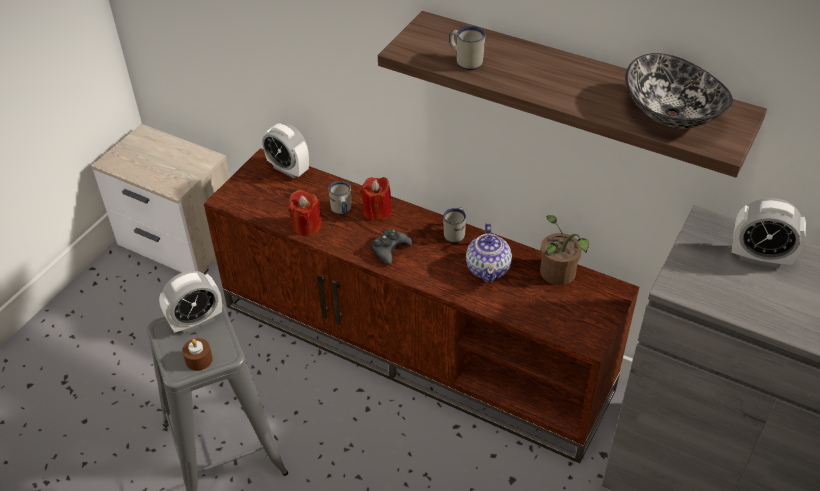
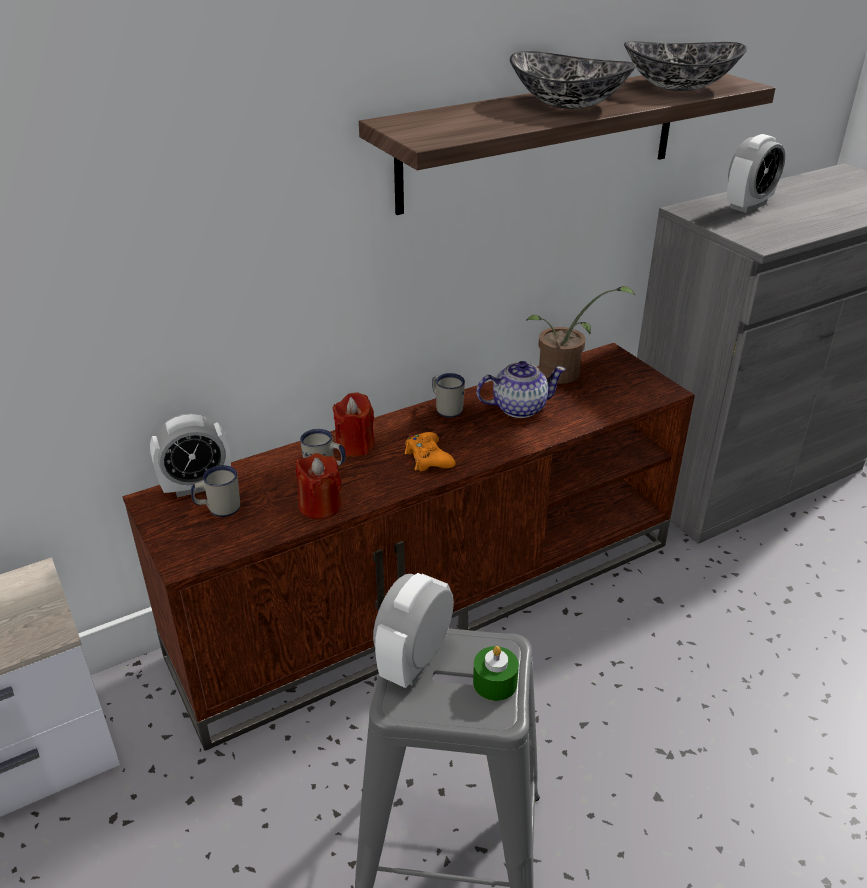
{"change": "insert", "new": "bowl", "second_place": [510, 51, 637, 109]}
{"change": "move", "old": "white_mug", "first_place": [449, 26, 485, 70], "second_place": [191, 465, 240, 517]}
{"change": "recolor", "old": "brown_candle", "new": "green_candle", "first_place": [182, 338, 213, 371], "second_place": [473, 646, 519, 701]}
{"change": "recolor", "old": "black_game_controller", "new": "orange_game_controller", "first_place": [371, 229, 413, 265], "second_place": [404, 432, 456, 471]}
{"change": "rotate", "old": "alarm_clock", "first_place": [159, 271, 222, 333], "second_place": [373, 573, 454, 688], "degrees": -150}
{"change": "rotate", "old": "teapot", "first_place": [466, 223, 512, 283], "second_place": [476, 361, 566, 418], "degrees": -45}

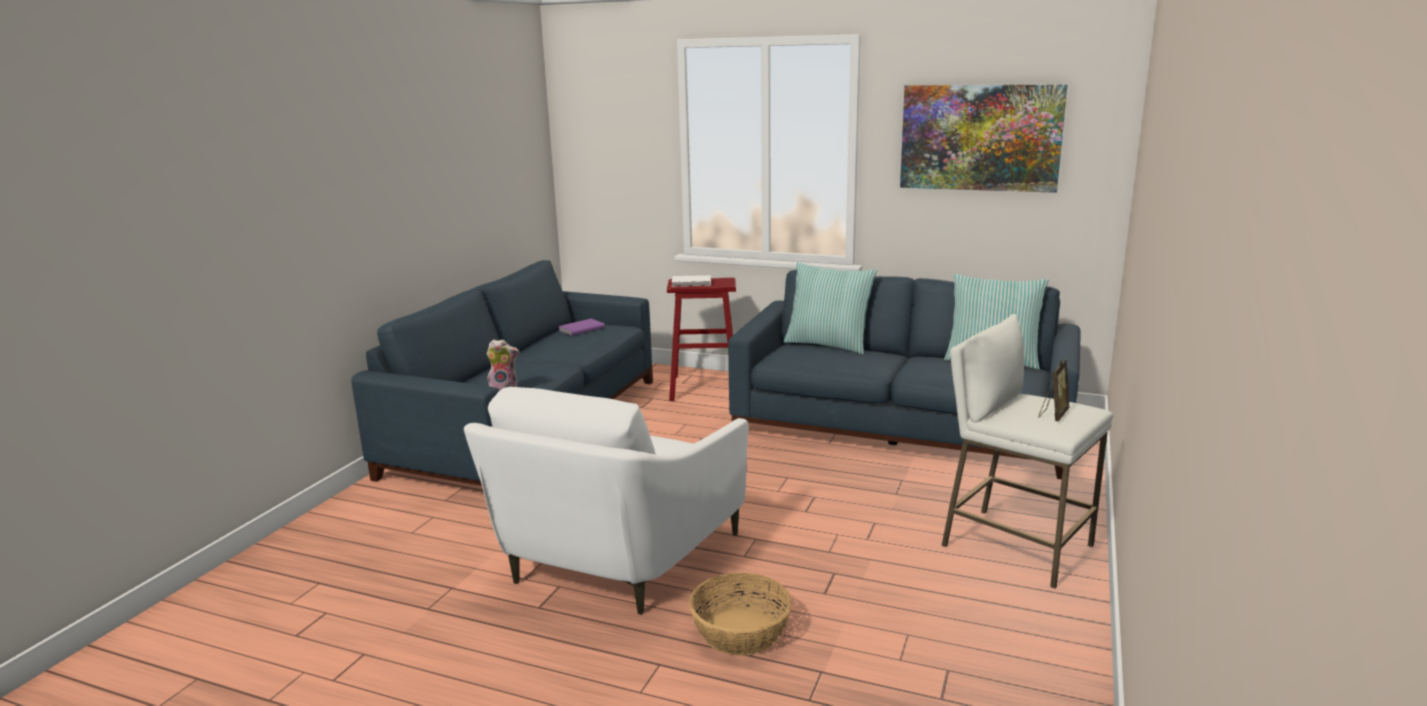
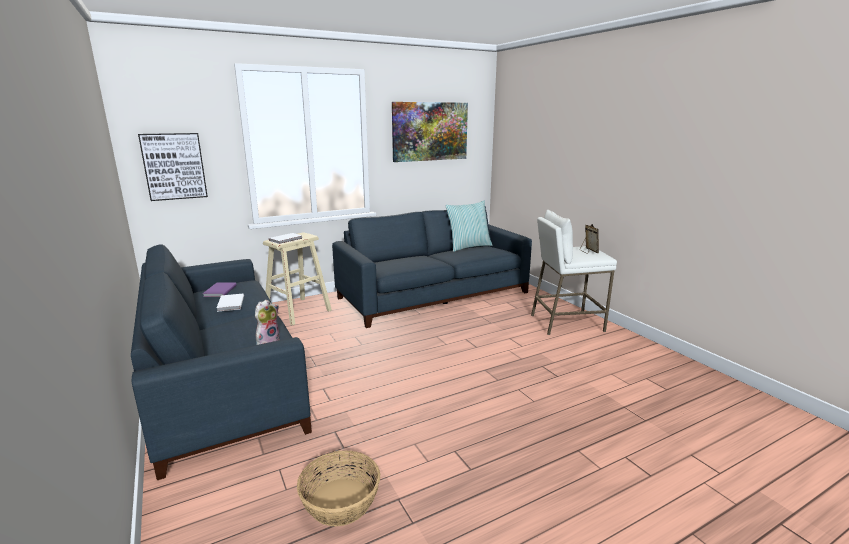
{"change": "delete", "old": "white_armchair", "first_place": [464, 387, 749, 615]}
{"change": "delete", "old": "pillow", "first_place": [784, 262, 877, 354]}
{"change": "insert", "new": "picture", "second_place": [138, 133, 208, 201]}
{"change": "insert", "new": "white_book", "second_place": [217, 294, 244, 312]}
{"change": "move", "old": "basket", "first_place": [689, 573, 792, 655], "second_place": [297, 451, 380, 527]}
{"change": "recolor", "old": "red_stool", "new": "beige_stool", "first_place": [667, 278, 736, 401], "second_place": [263, 233, 332, 326]}

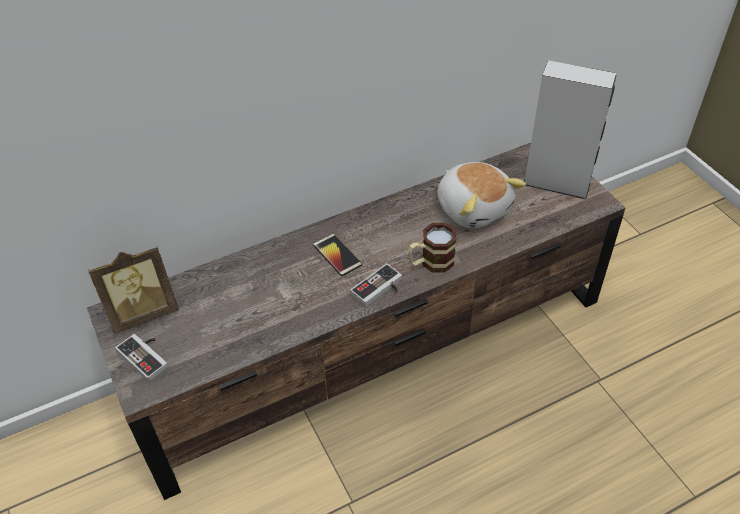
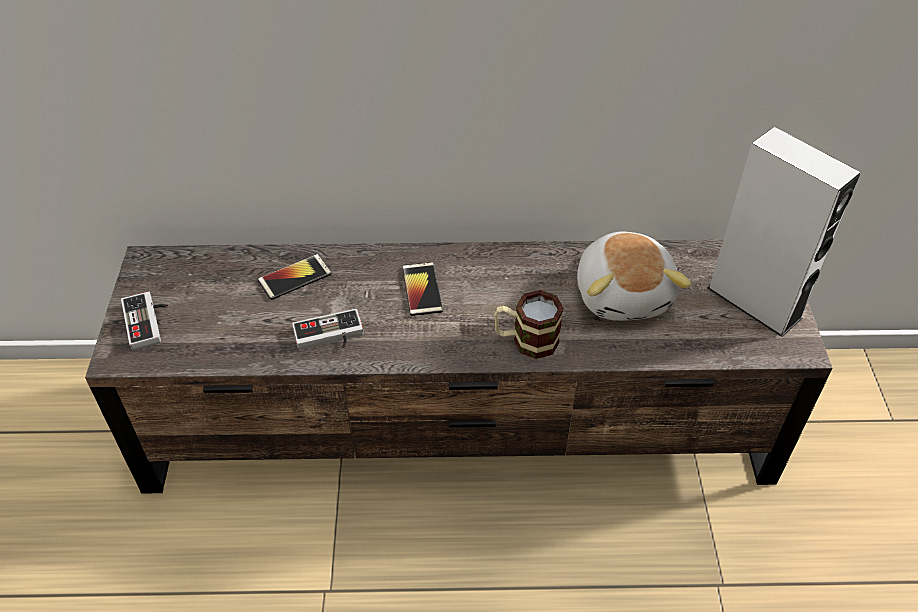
{"change": "delete", "old": "picture_frame", "first_place": [88, 247, 179, 334]}
{"change": "insert", "new": "phone", "second_place": [258, 254, 332, 300]}
{"change": "move", "old": "game_controller", "first_place": [350, 263, 402, 307], "second_place": [292, 309, 363, 350]}

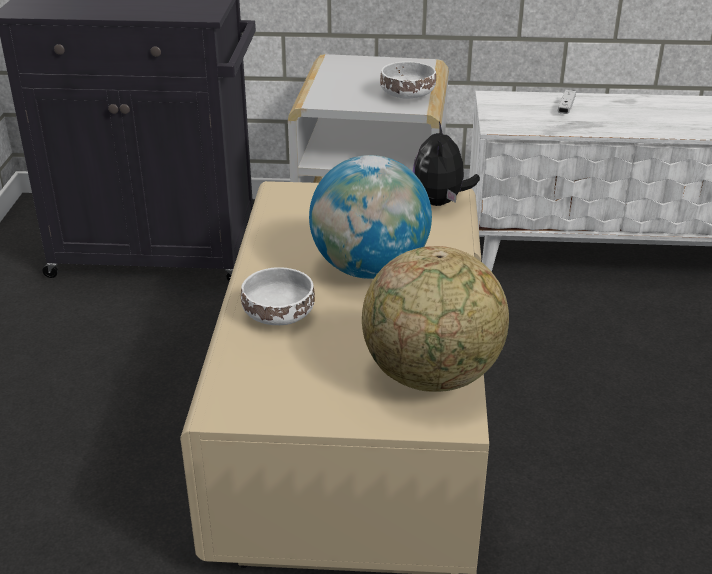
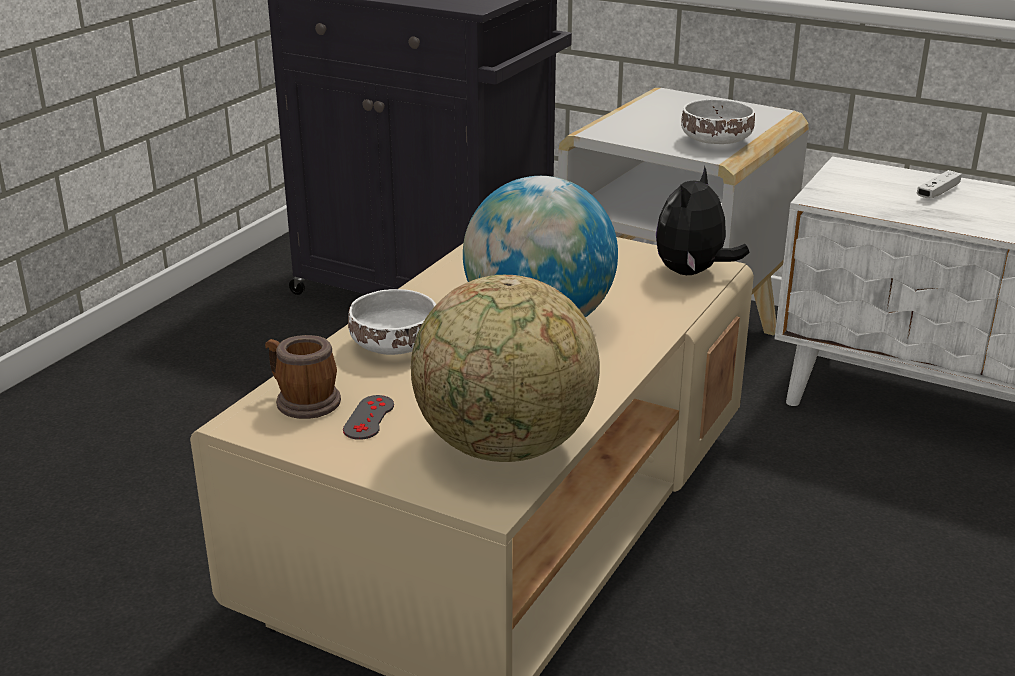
{"change": "insert", "new": "mug", "second_place": [265, 335, 341, 419]}
{"change": "insert", "new": "grey_game_controller", "second_place": [343, 395, 394, 440]}

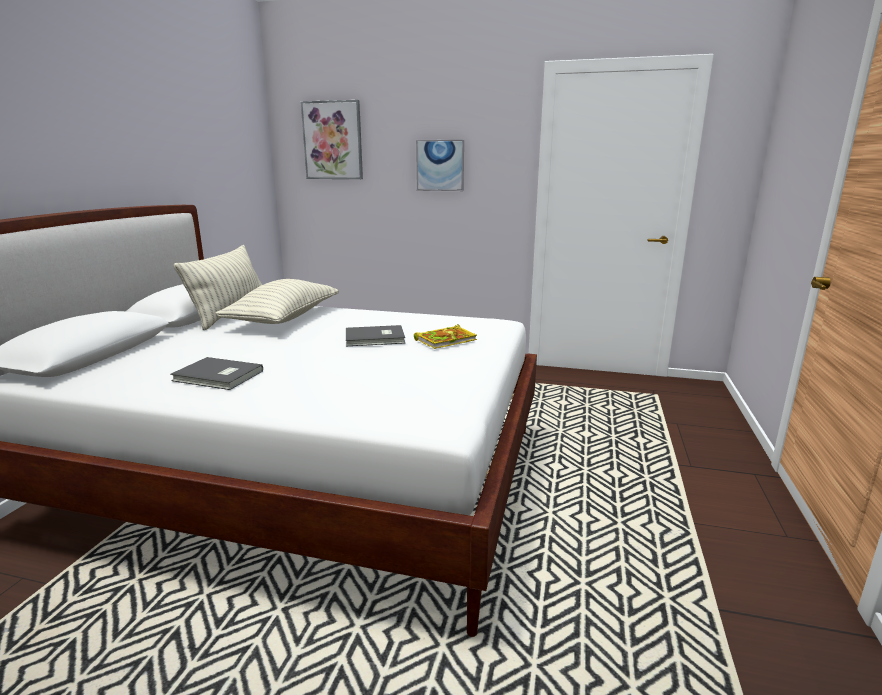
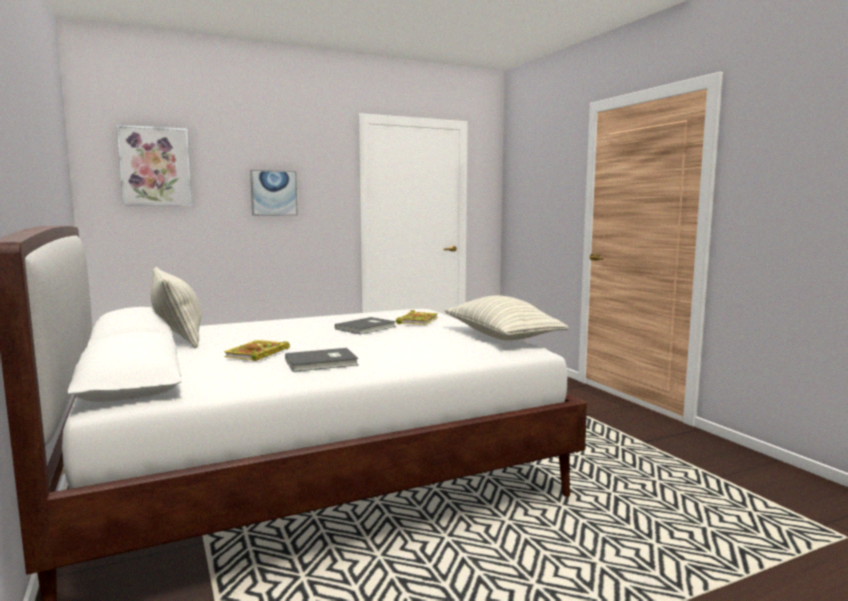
{"change": "insert", "new": "book", "second_place": [224, 340, 290, 361]}
{"change": "move", "old": "pillow", "first_place": [215, 279, 339, 324], "second_place": [444, 296, 569, 340]}

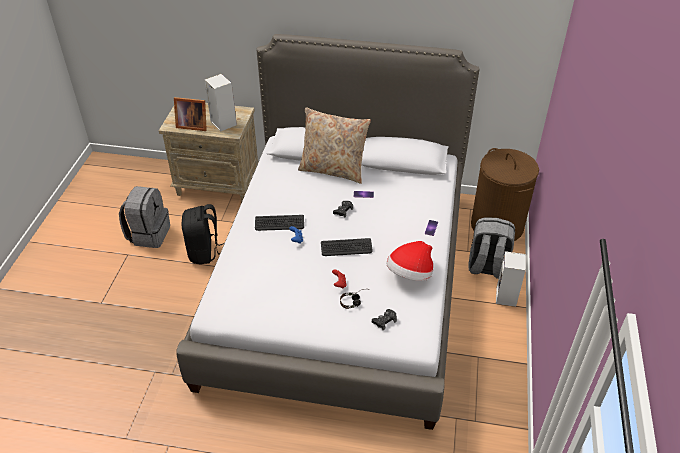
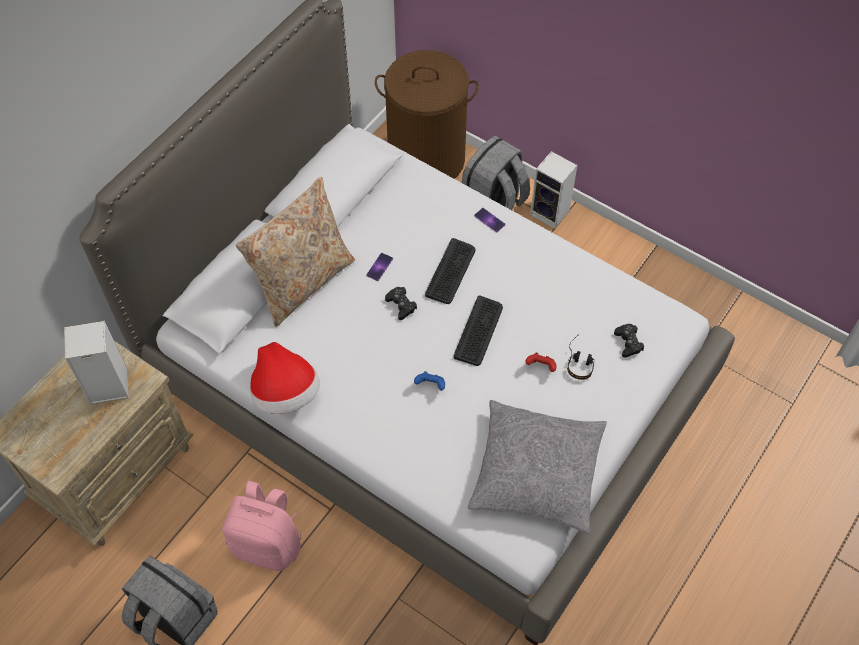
{"change": "delete", "old": "picture_frame", "first_place": [174, 97, 207, 131]}
{"change": "insert", "new": "grey_pillow", "second_place": [468, 400, 607, 534]}
{"change": "move", "old": "keyboard", "first_place": [255, 215, 304, 231], "second_place": [425, 238, 476, 304]}
{"change": "move", "old": "hat", "first_place": [386, 241, 433, 281], "second_place": [250, 342, 320, 414]}
{"change": "recolor", "old": "black_backpack", "new": "pink_backpack", "first_place": [182, 204, 224, 264], "second_place": [222, 481, 301, 571]}

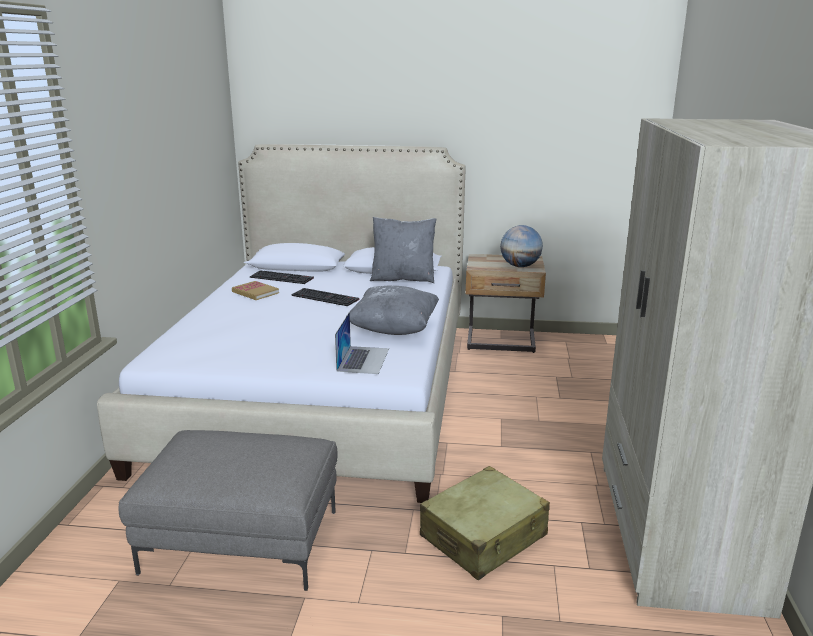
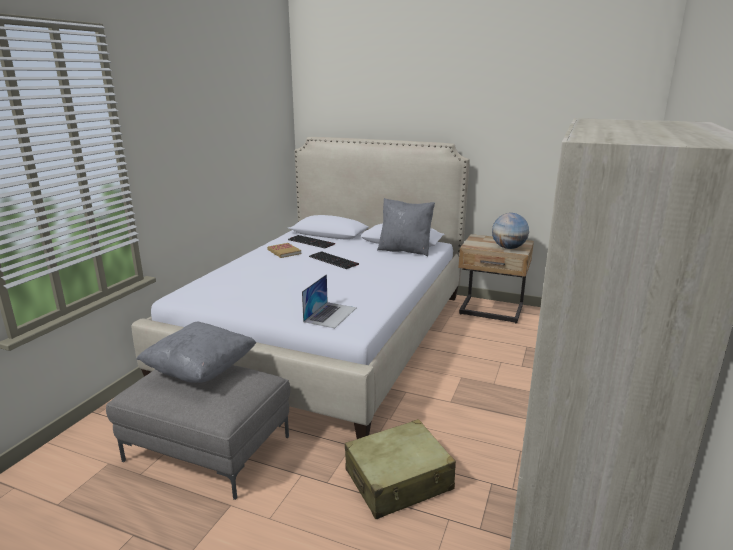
{"change": "move", "old": "grey_pillow", "first_place": [345, 285, 439, 335], "second_place": [136, 322, 256, 383]}

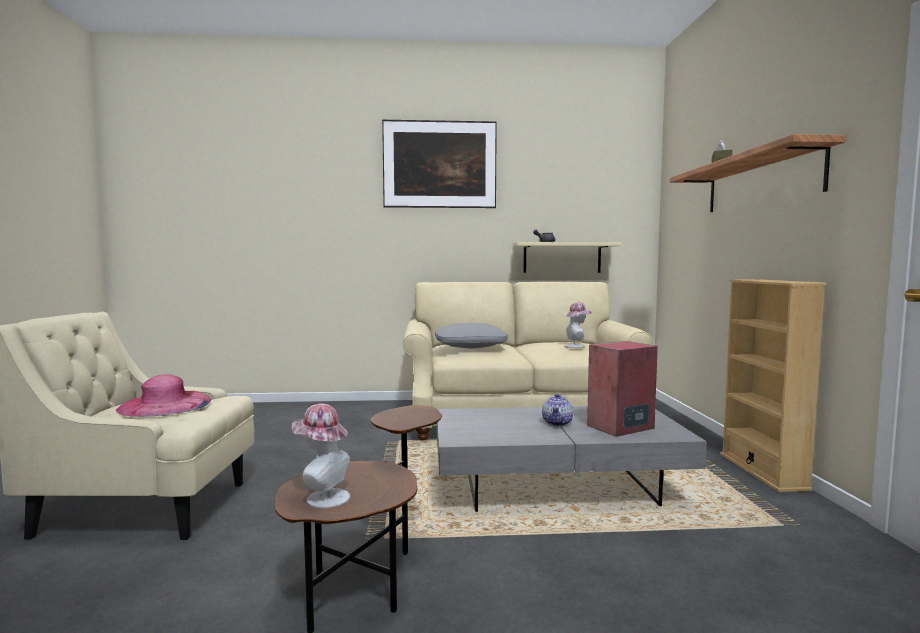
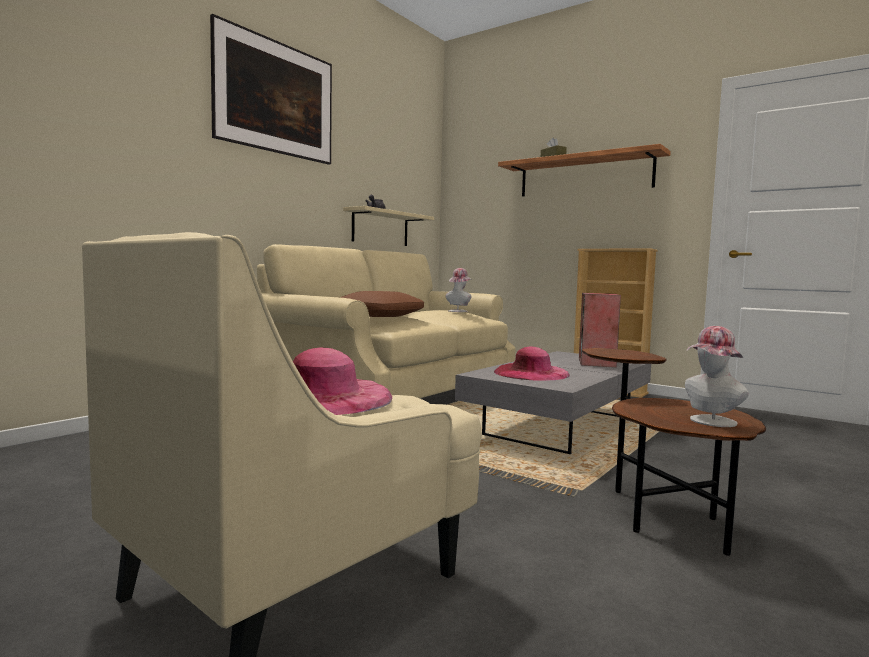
{"change": "delete", "old": "teapot", "first_place": [542, 394, 573, 426]}
{"change": "insert", "new": "pink_hat", "second_place": [494, 346, 570, 381]}
{"change": "recolor", "old": "grey_pillow", "new": "brown_pillow", "first_place": [435, 323, 508, 348], "second_place": [339, 291, 424, 317]}

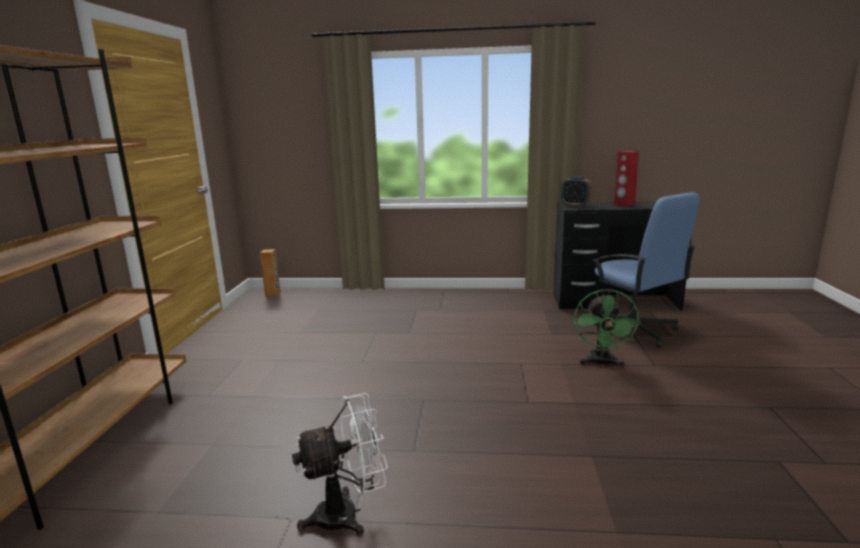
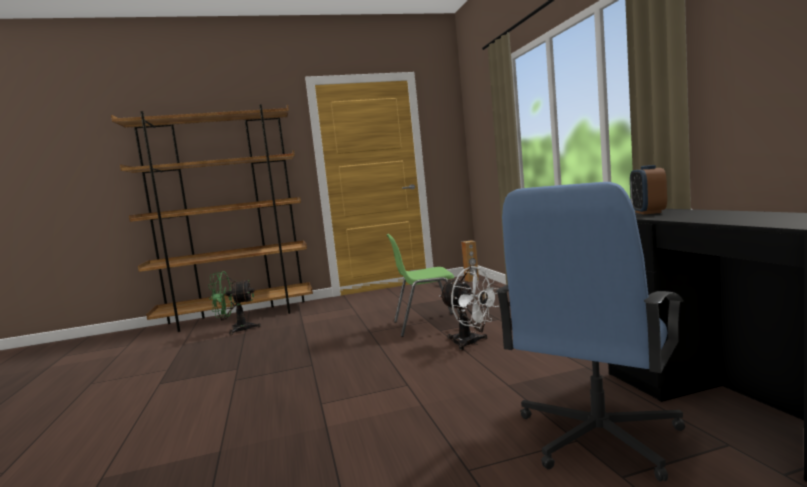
{"change": "delete", "old": "red_speaker", "first_place": [614, 151, 639, 207]}
{"change": "insert", "new": "green_chair", "second_place": [387, 234, 460, 337]}
{"change": "move", "old": "white_fan", "first_place": [292, 393, 388, 536], "second_place": [439, 266, 499, 351]}
{"change": "move", "old": "green_fan", "first_place": [574, 289, 641, 367], "second_place": [208, 271, 261, 335]}

